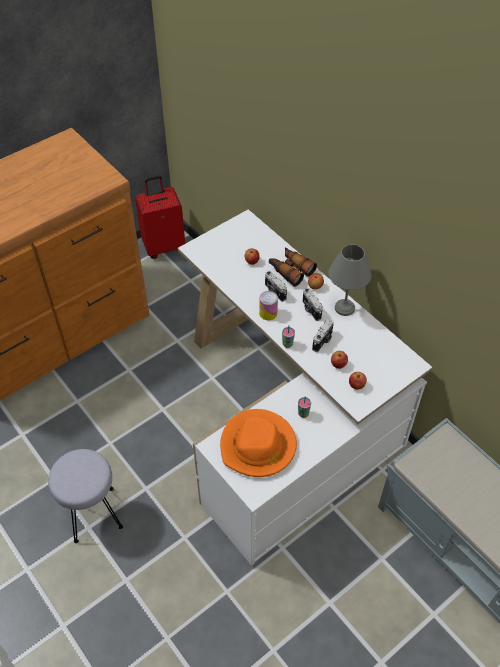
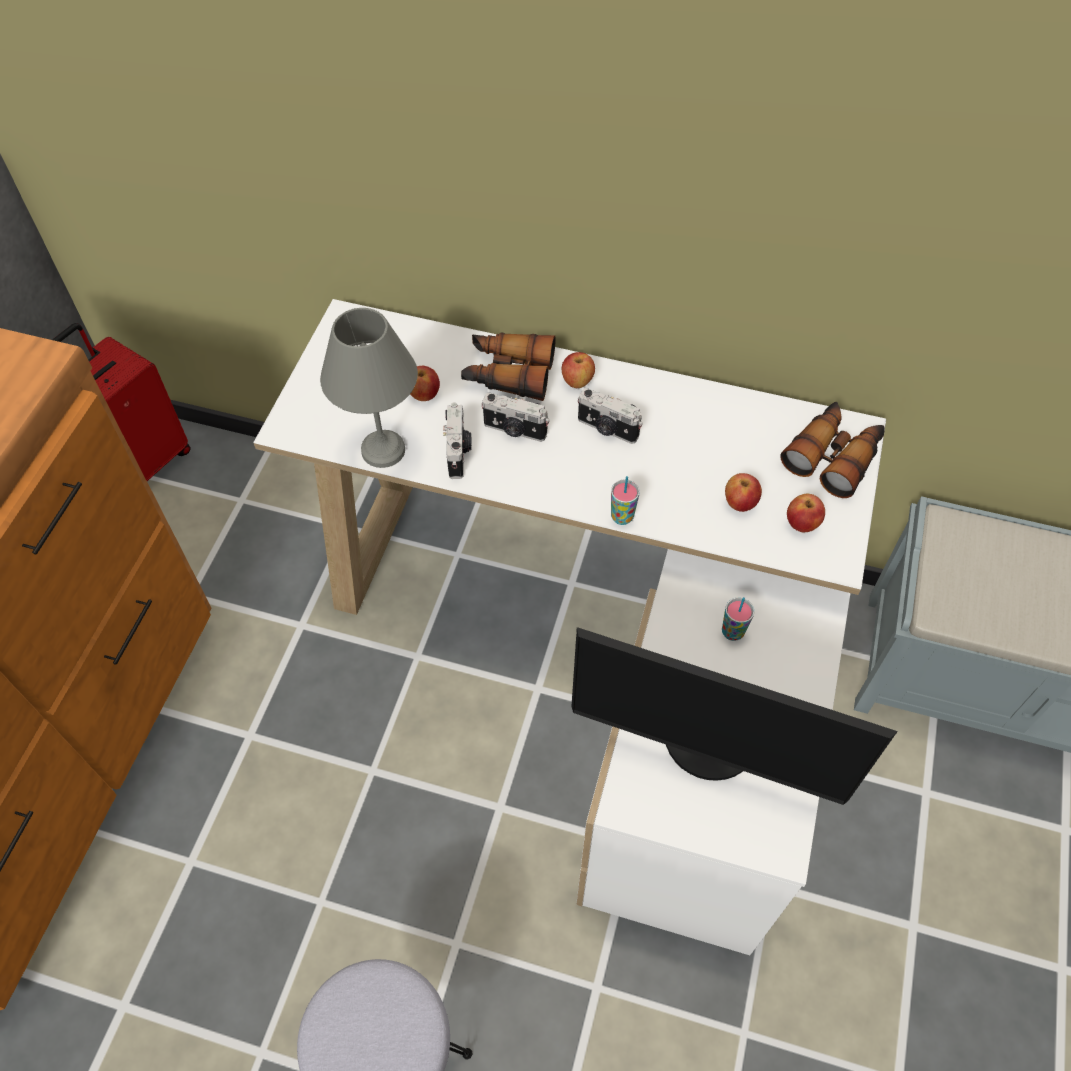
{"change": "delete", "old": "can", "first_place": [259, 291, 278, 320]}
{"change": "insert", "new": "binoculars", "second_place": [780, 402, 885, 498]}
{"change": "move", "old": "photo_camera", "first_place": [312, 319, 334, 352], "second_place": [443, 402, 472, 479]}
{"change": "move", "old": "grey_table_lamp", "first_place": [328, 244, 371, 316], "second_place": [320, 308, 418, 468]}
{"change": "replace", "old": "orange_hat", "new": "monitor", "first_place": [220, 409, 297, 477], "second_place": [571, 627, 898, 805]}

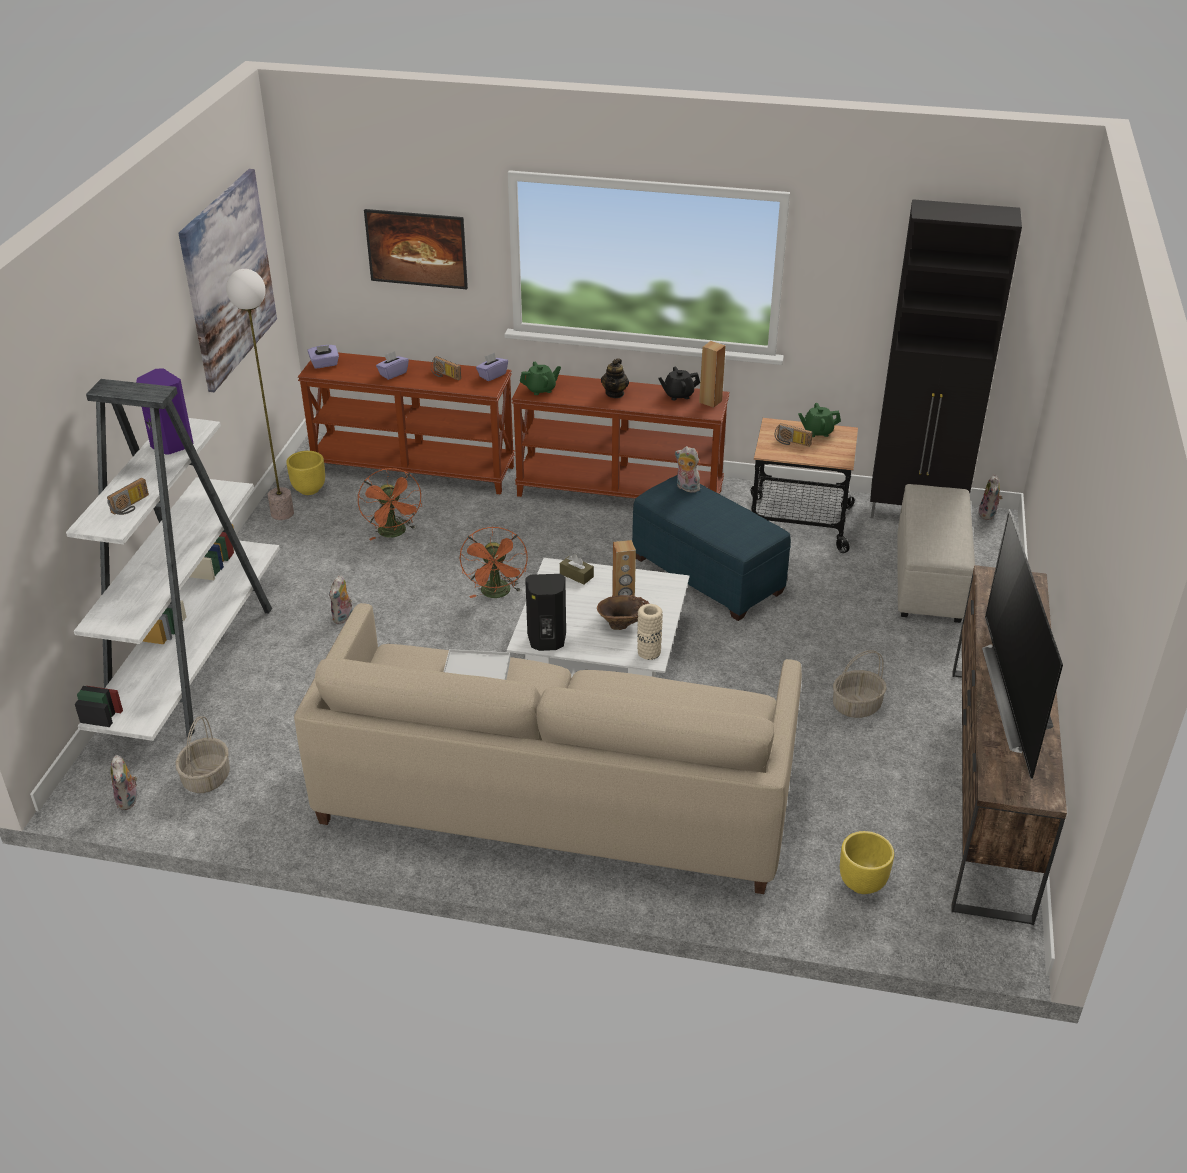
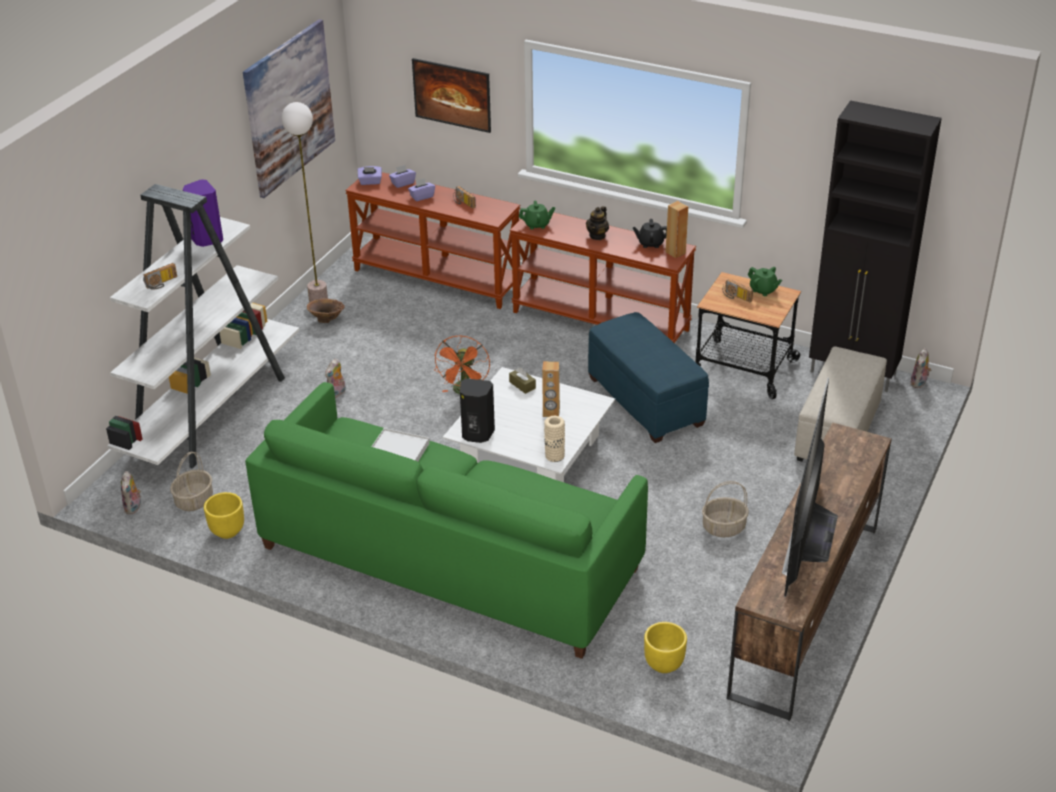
{"change": "delete", "old": "orange_fan", "first_place": [358, 468, 422, 540]}
{"change": "delete", "old": "plush_toy", "first_place": [675, 446, 700, 493]}
{"change": "move", "old": "yellow_planter", "first_place": [286, 451, 325, 495], "second_place": [204, 492, 244, 539]}
{"change": "move", "old": "purple_tissue_box", "first_place": [476, 352, 508, 381], "second_place": [389, 165, 416, 188]}
{"change": "move", "old": "brown_vase", "first_place": [597, 595, 650, 630], "second_place": [307, 299, 345, 323]}
{"change": "recolor", "old": "beige_sofa", "new": "green_sofa", "first_place": [294, 603, 802, 894], "second_place": [245, 382, 648, 659]}
{"change": "rotate", "old": "green_teapot", "first_place": [798, 403, 841, 437], "second_place": [748, 267, 782, 296], "degrees": -150}

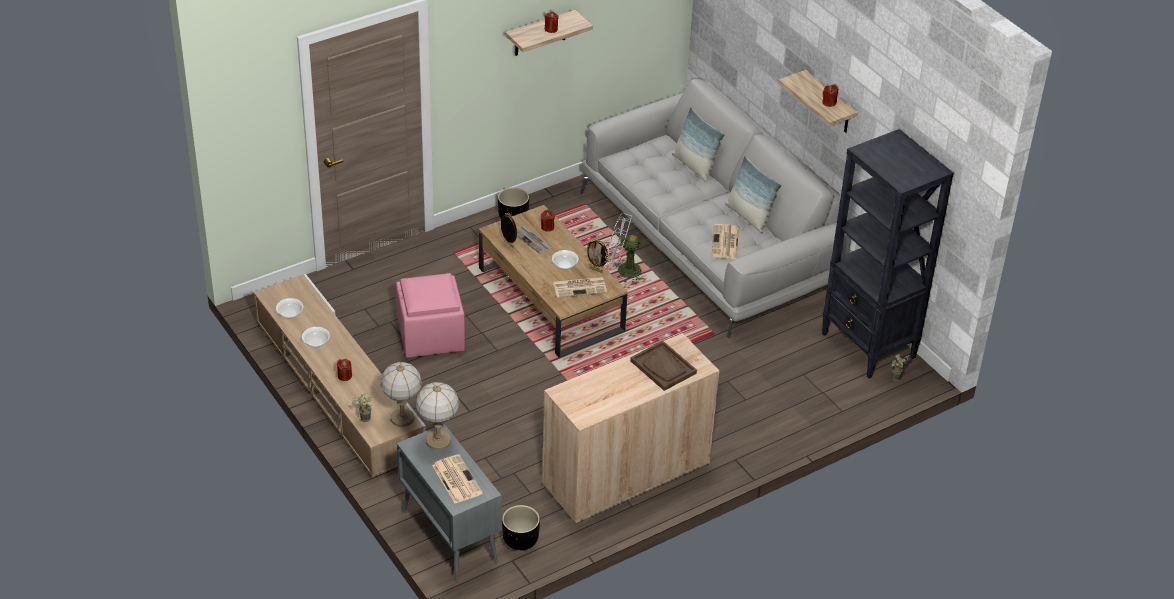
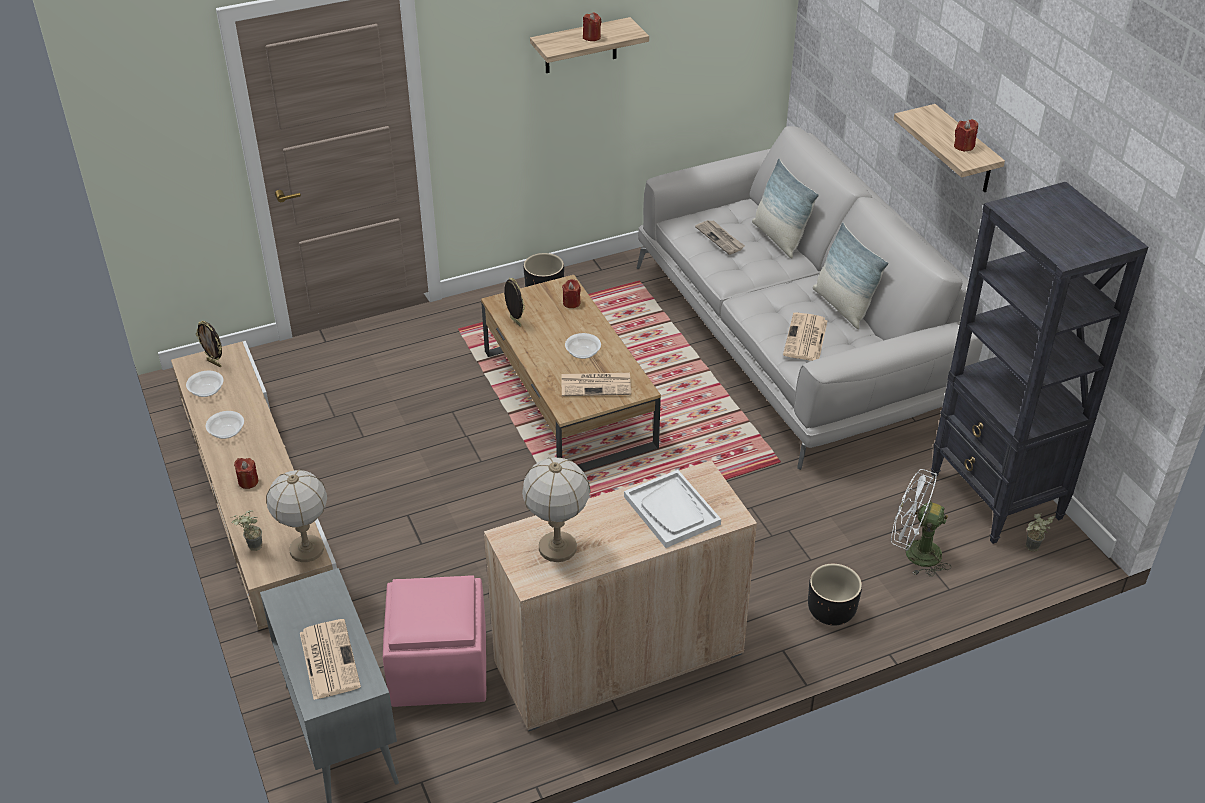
{"change": "move", "old": "pink_ottoman", "first_place": [396, 273, 465, 358], "second_place": [383, 575, 486, 707]}
{"change": "move", "old": "table_lamp", "first_place": [416, 382, 459, 450], "second_place": [522, 458, 591, 562]}
{"change": "move", "old": "black_planter", "first_place": [502, 505, 540, 550], "second_place": [808, 564, 862, 626]}
{"change": "move", "old": "newspaper", "first_place": [517, 226, 552, 254], "second_place": [695, 220, 745, 255]}
{"change": "move", "old": "picture_frame", "first_place": [585, 239, 609, 273], "second_place": [196, 321, 222, 367]}
{"change": "move", "old": "white_fan", "first_place": [607, 213, 644, 283], "second_place": [891, 469, 951, 577]}
{"change": "recolor", "old": "brown_tray", "new": "white_tray", "first_place": [630, 341, 697, 391], "second_place": [624, 470, 721, 548]}

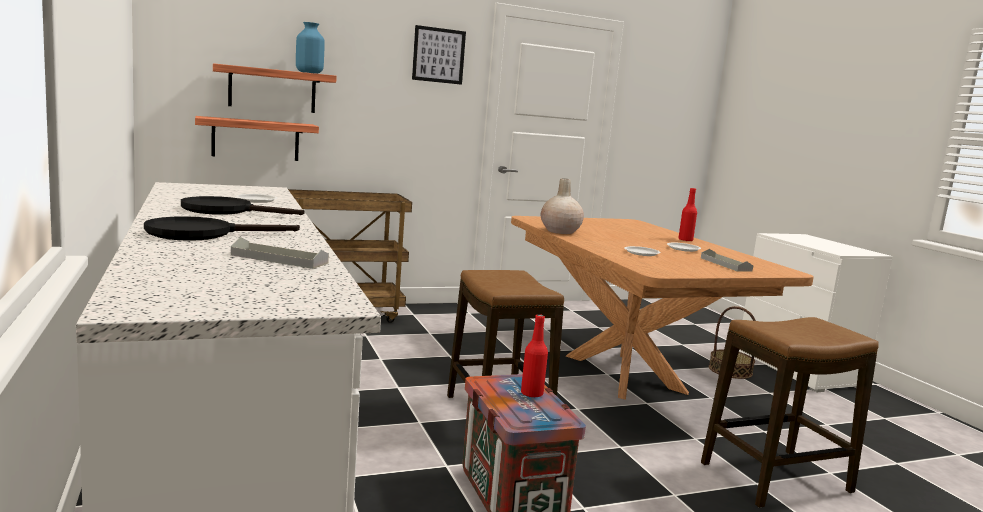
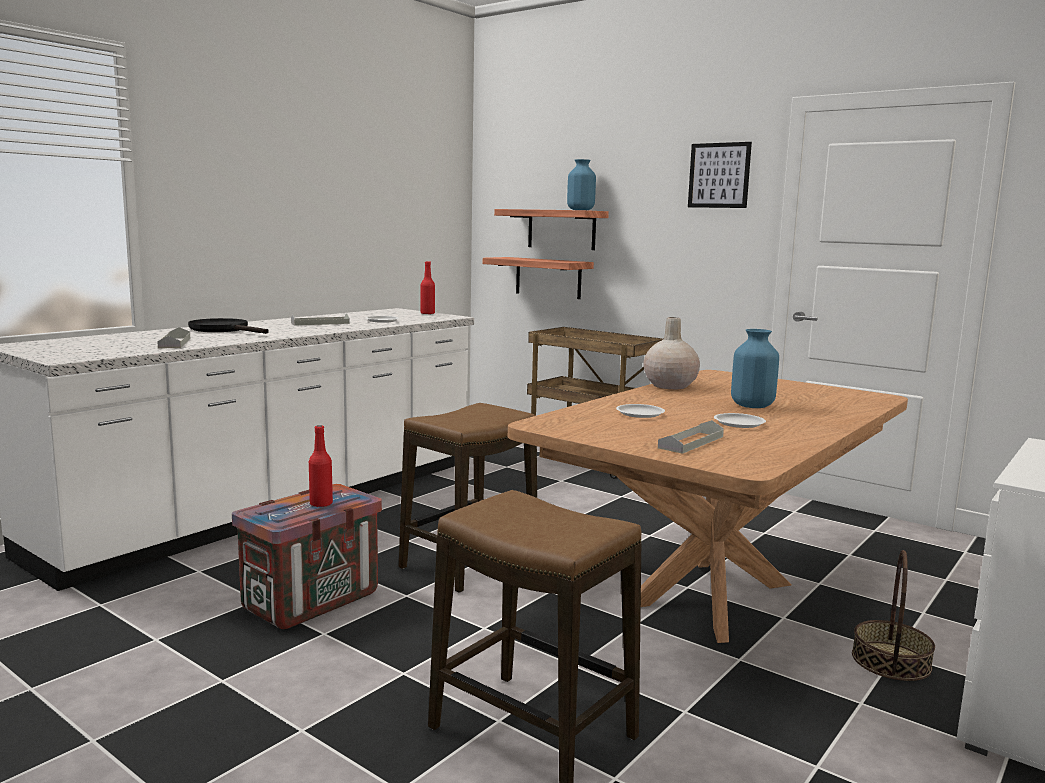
{"change": "insert", "new": "blue_vase", "second_place": [731, 329, 779, 408]}
{"change": "move", "old": "red_bottle", "first_place": [678, 188, 697, 241], "second_place": [421, 261, 435, 314]}
{"change": "replace", "old": "black_frying_pan", "new": "grey_tray", "first_place": [181, 196, 304, 215], "second_place": [291, 313, 350, 326]}

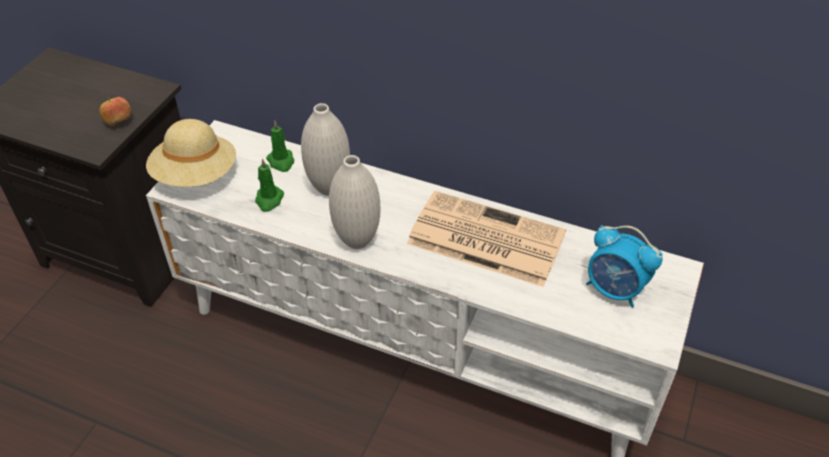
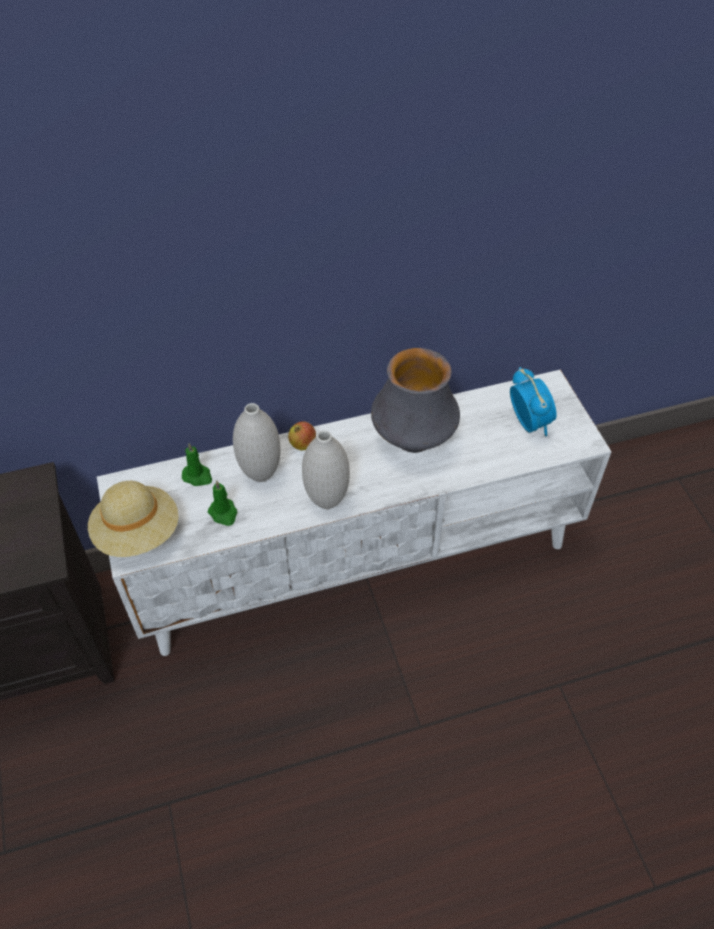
{"change": "move", "old": "apple", "first_place": [99, 97, 131, 126], "second_place": [288, 421, 316, 450]}
{"change": "replace", "old": "newspaper", "new": "vase", "first_place": [407, 191, 566, 287], "second_place": [371, 348, 460, 453]}
{"change": "rotate", "old": "alarm_clock", "first_place": [586, 225, 663, 308], "second_place": [510, 367, 556, 436], "degrees": -105}

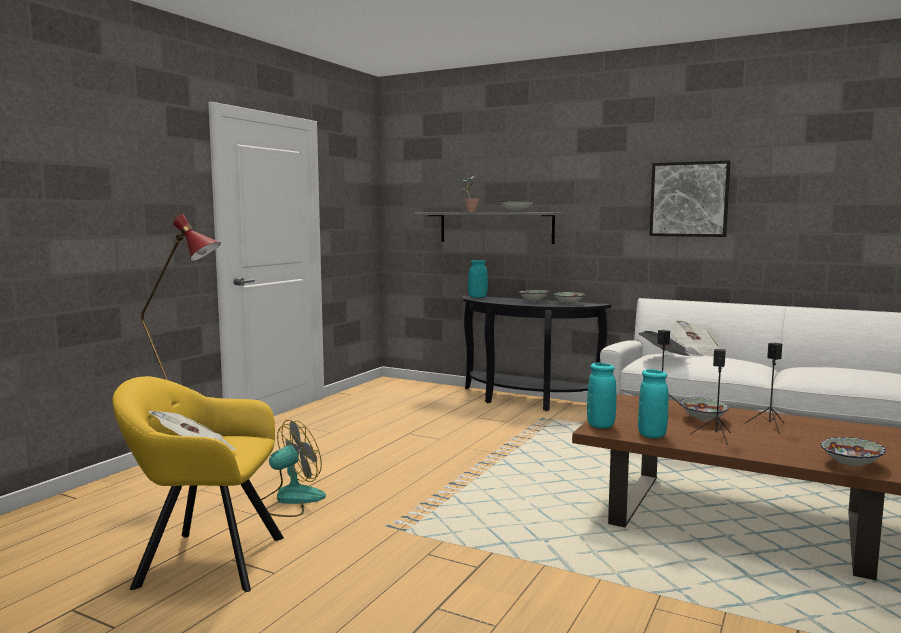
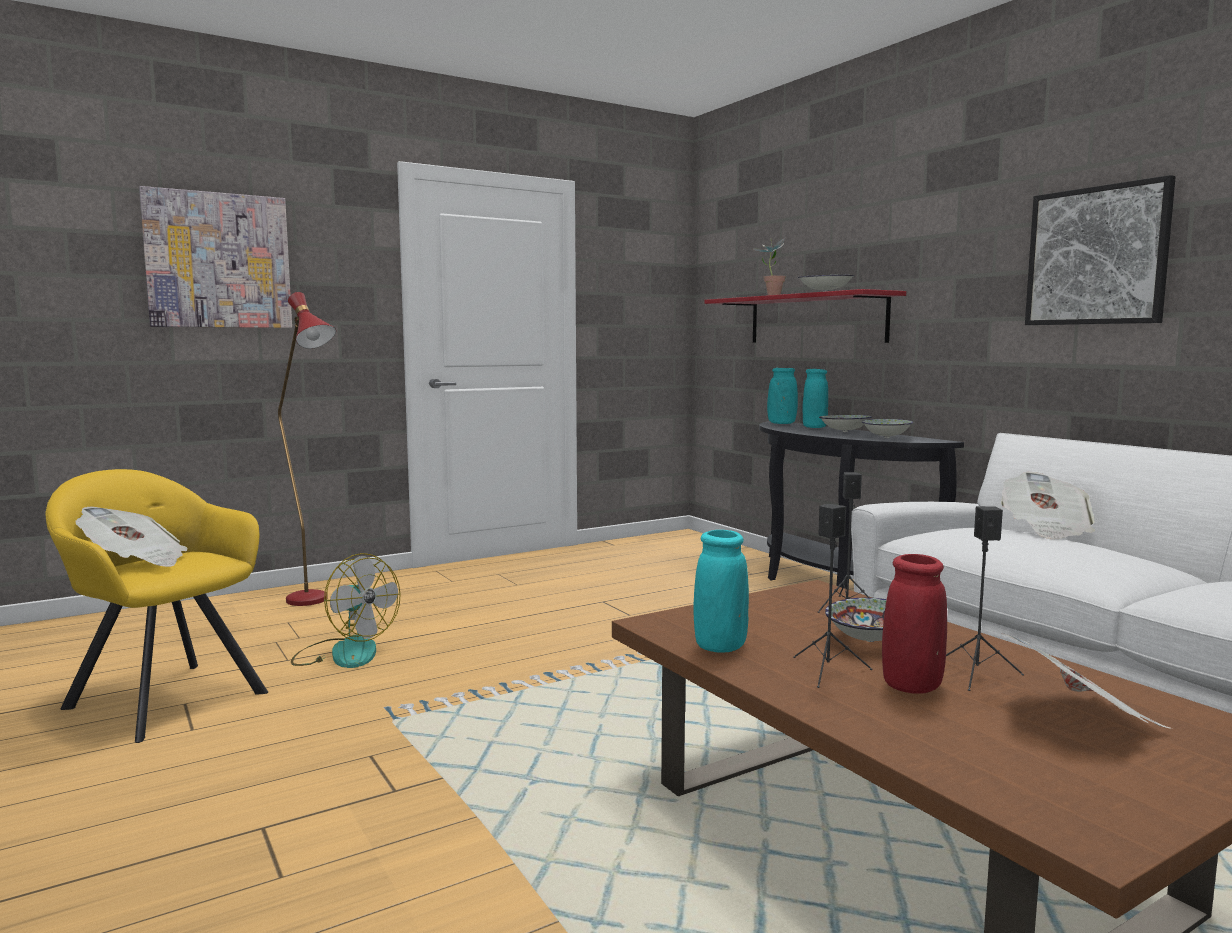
{"change": "delete", "old": "bowl", "first_place": [821, 437, 886, 466]}
{"change": "insert", "new": "picture", "second_place": [139, 186, 292, 328]}
{"change": "insert", "new": "red_vase", "second_place": [882, 554, 947, 694]}
{"change": "move", "old": "turquoise_vase", "first_place": [587, 363, 616, 428], "second_place": [803, 369, 828, 428]}
{"change": "move", "old": "newspaper", "first_place": [638, 331, 691, 356], "second_place": [1002, 633, 1172, 729]}
{"change": "recolor", "old": "grey_shelf", "new": "red_shelf", "first_place": [414, 212, 566, 244], "second_place": [704, 289, 906, 343]}
{"change": "rotate", "old": "fan", "first_place": [261, 420, 326, 517], "second_place": [291, 553, 401, 668], "degrees": 45}

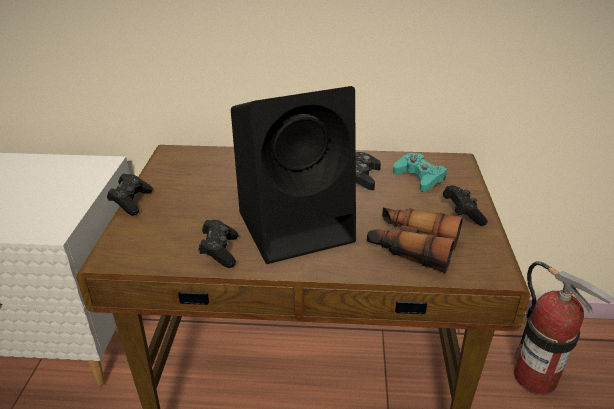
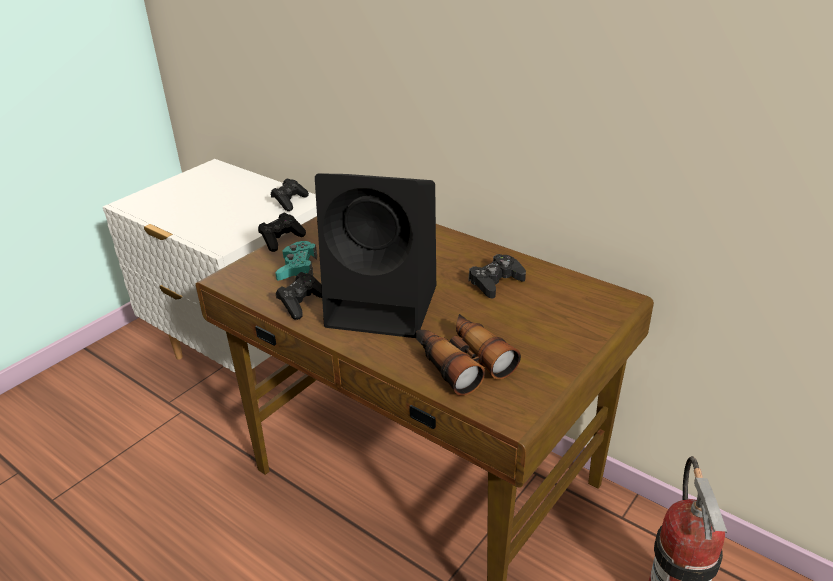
{"change": "move", "old": "turquoise_game_controller", "first_place": [393, 153, 447, 192], "second_place": [275, 241, 317, 280]}
{"change": "move", "old": "black_game_controller", "first_place": [443, 185, 488, 226], "second_place": [271, 178, 309, 211]}

